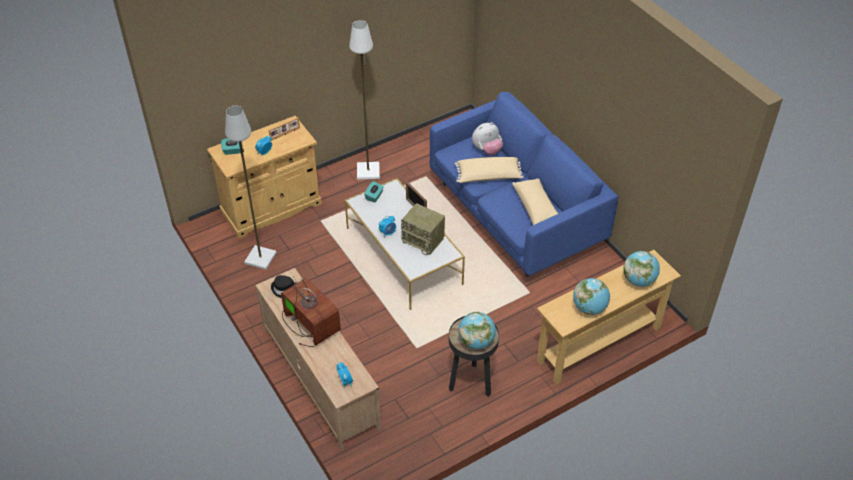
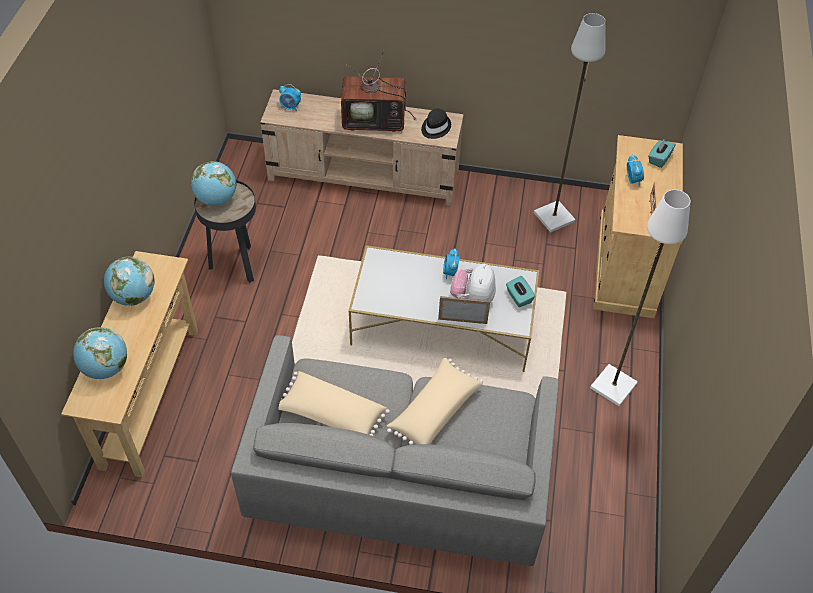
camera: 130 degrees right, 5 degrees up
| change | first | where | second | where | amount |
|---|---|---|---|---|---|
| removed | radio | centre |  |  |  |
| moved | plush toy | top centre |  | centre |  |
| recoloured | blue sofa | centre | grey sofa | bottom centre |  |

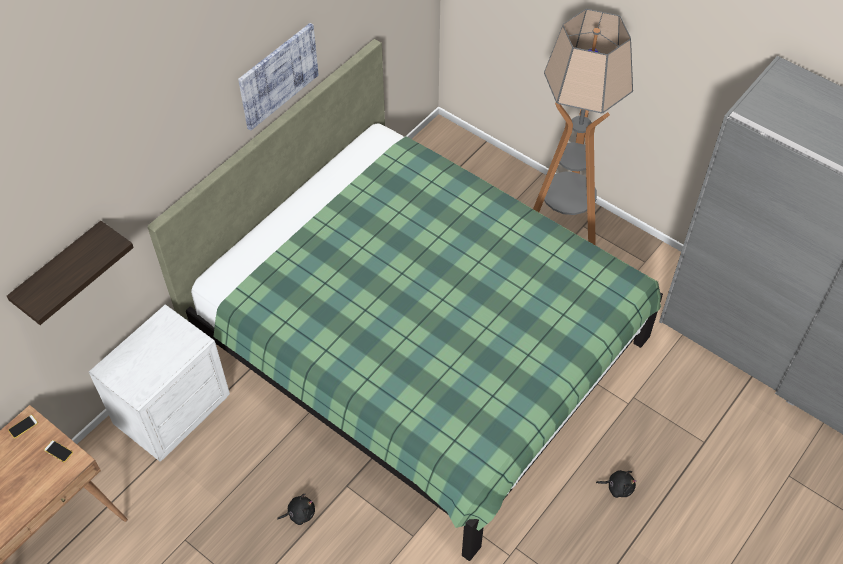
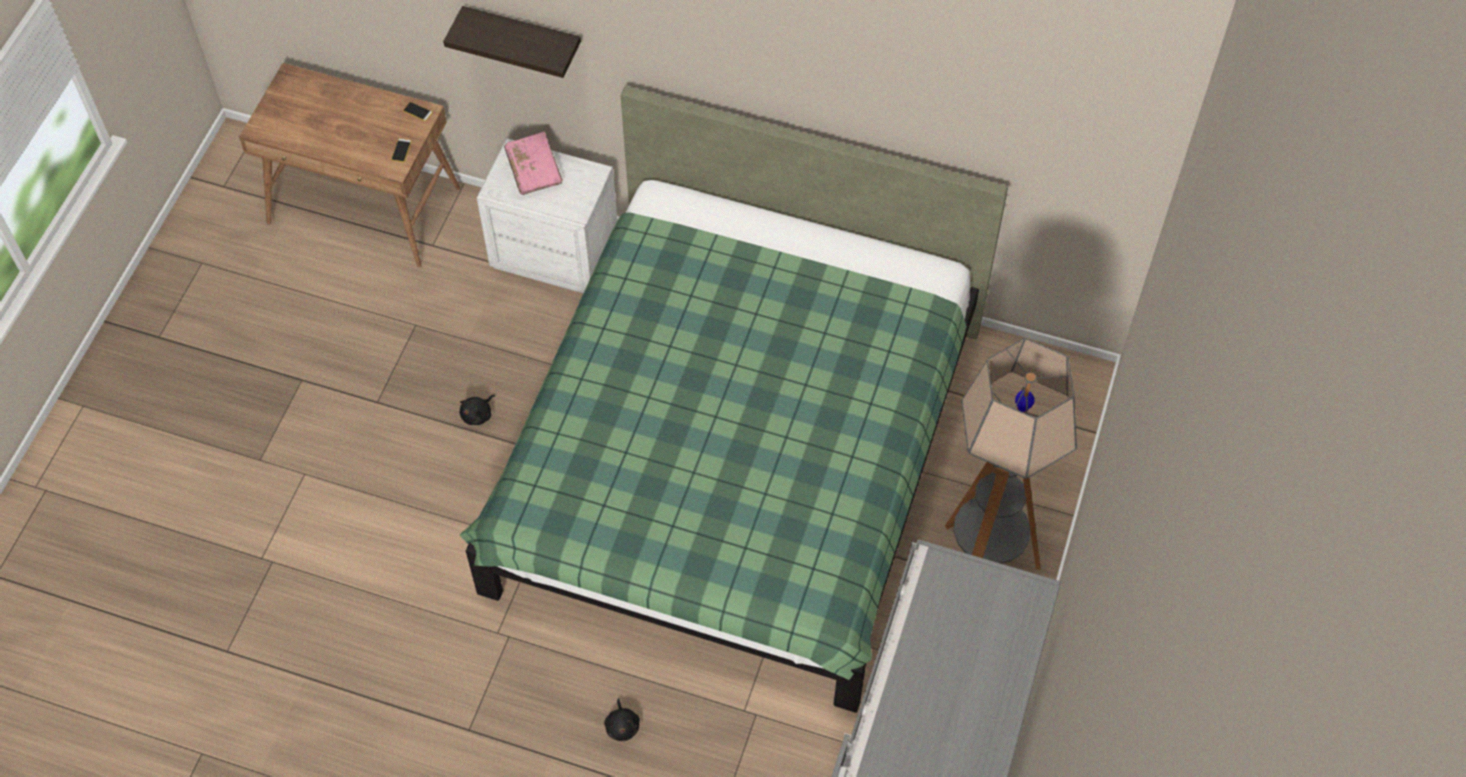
camera: 70 degrees right, 5 degrees up
| change | first | where | second | where | amount |
|---|---|---|---|---|---|
| removed | picture | top left |  |  |  |
| added |  |  | pink book | top centre |  |
| turned | black plush toy (1st from left) | bottom centre |  | middle left | 75 degrees clockwise |

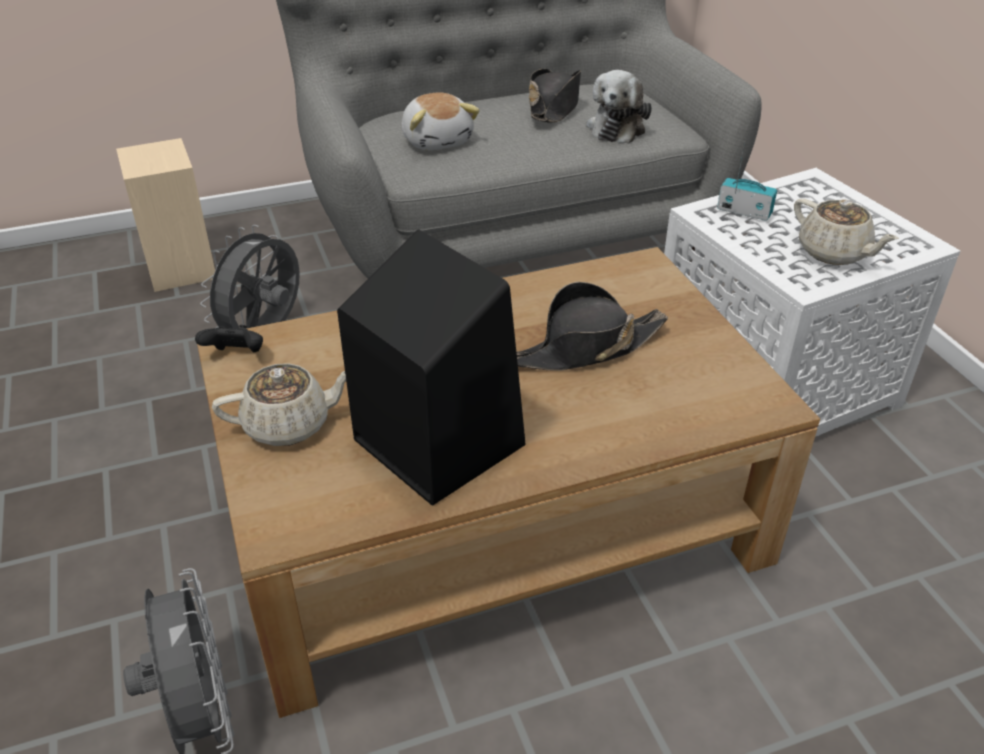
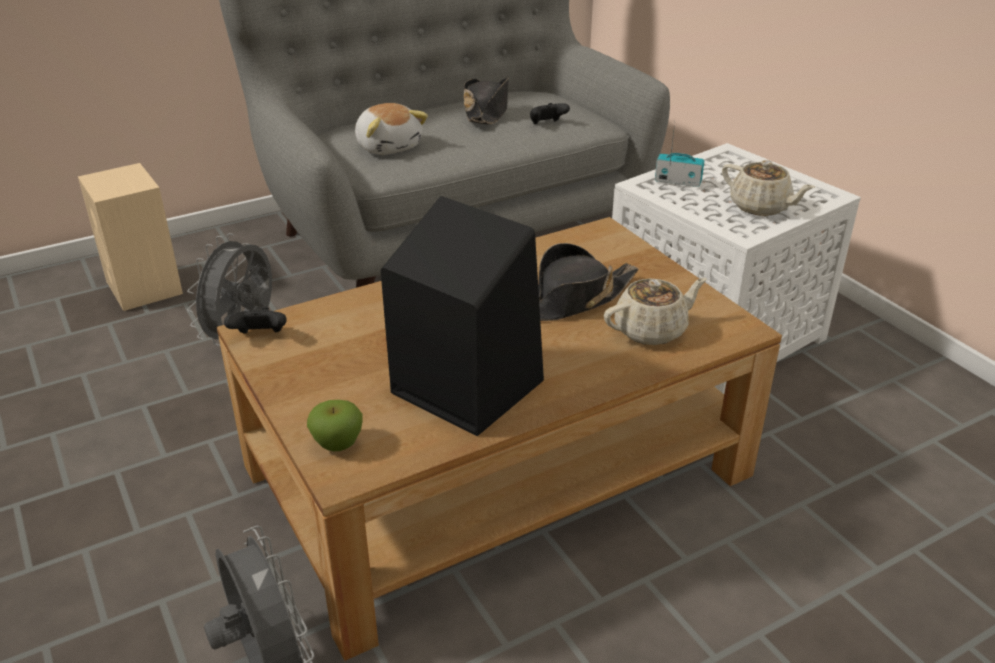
camera: 10 degrees left, 5 degrees down
| change | first | where | second | where | amount |
|---|---|---|---|---|---|
| added |  |  | apple | centre |  |
| moved | beige teapot (1st from left) | middle left |  | centre |  |
| replaced | plush toy (2nd from left) | top centre | black game controller (2nd from left) | top centre |  |

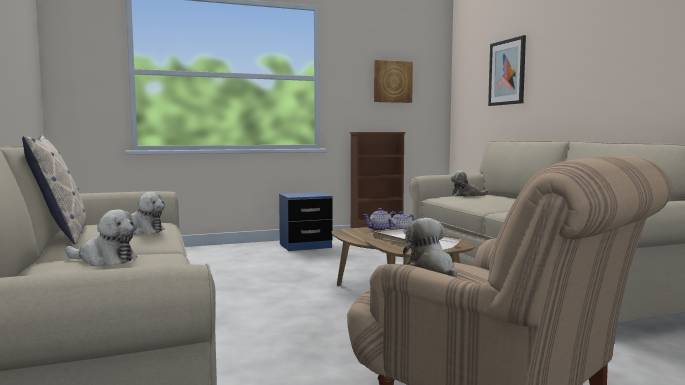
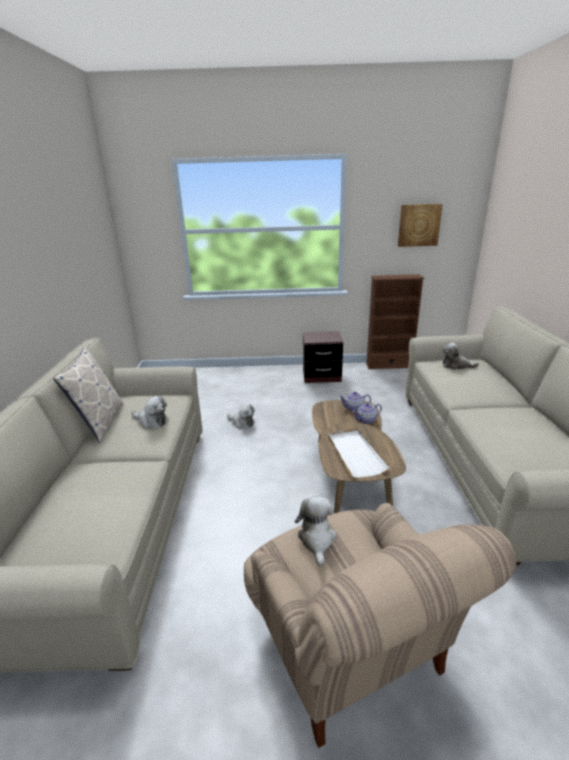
camera: 20 degrees right, 20 degrees up
| change | first | where | second | where | amount |
|---|---|---|---|---|---|
| removed | picture (2nd from left) | top right |  |  |  |
| moved | plush toy (1st from left in the first image) | middle left | plush toy (2nd from left) | centre |  |
| recoloured | blue nightstand | centre | brown nightstand | centre |  |

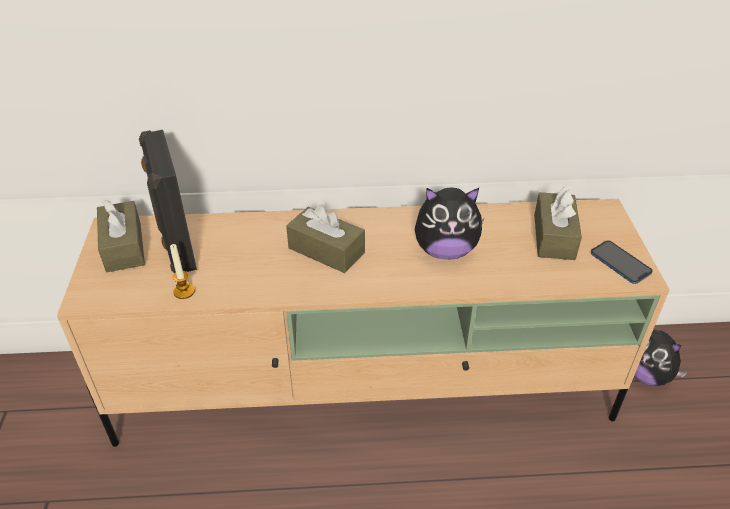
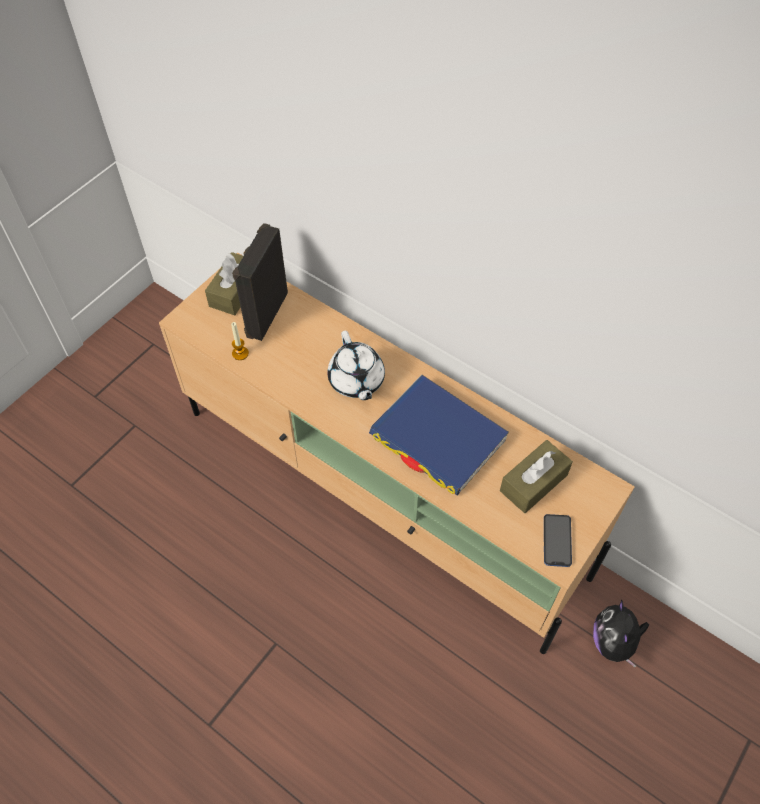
camera: 40 degrees right, 15 degrees up
| change | first | where | second | where | amount |
|---|---|---|---|---|---|
| replaced | brown tissue box (2nd from left) | centre | white teapot | centre |  |
| replaced | plush toy (1st from left) | centre | blue book | centre |  |

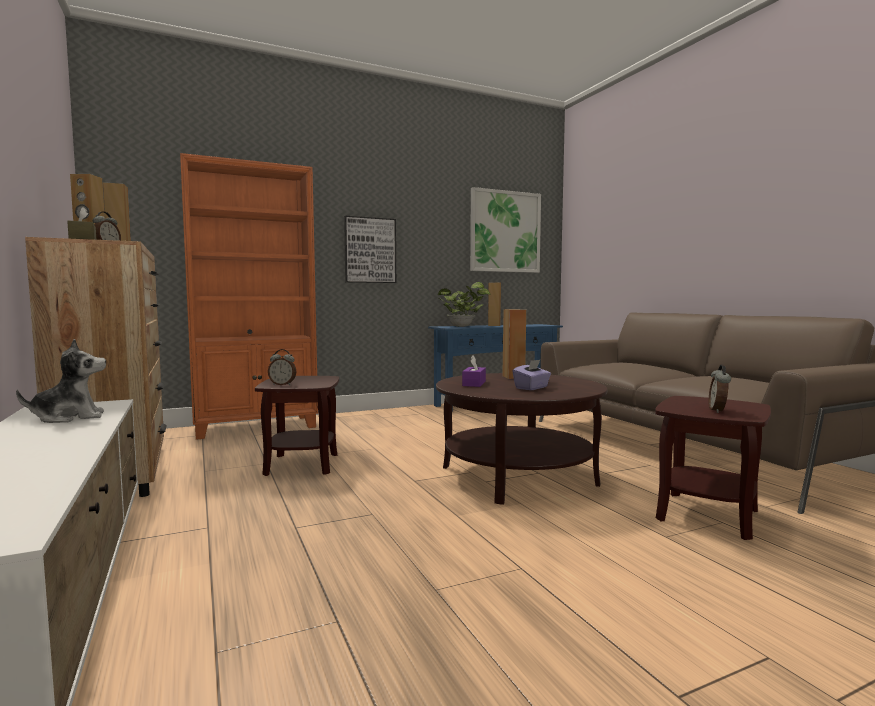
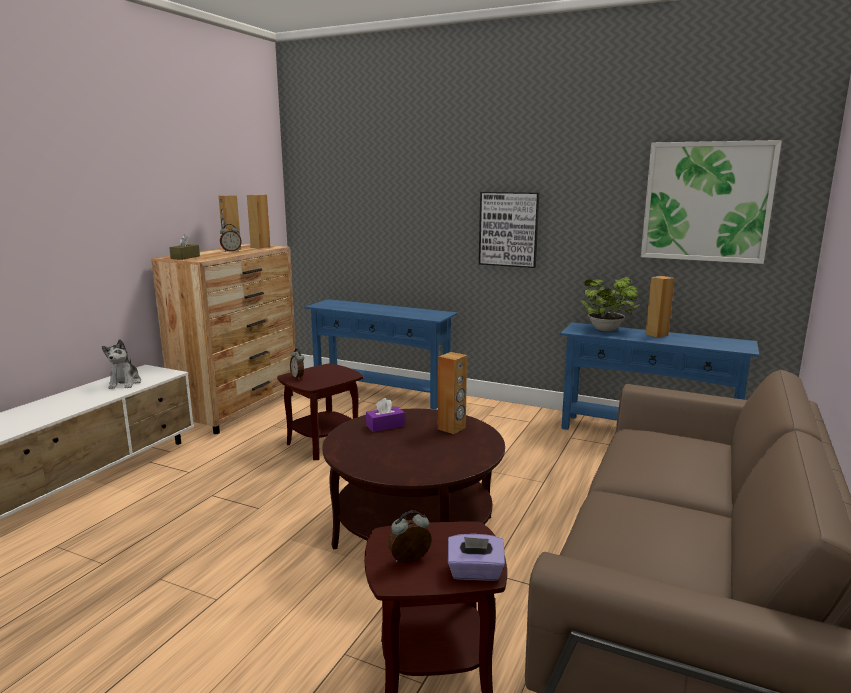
camera: 50 degrees right, 10 degrees up
| change | first | where | second | where | amount |
|---|---|---|---|---|---|
| moved | purple tissue box (2nd from left) | centre |  | bottom centre |  |
| replaced | orange bookcase | middle left | blue console table (1st from left) | centre |  |
| turned | plush toy | middle left |  | middle left | 60 degrees clockwise |

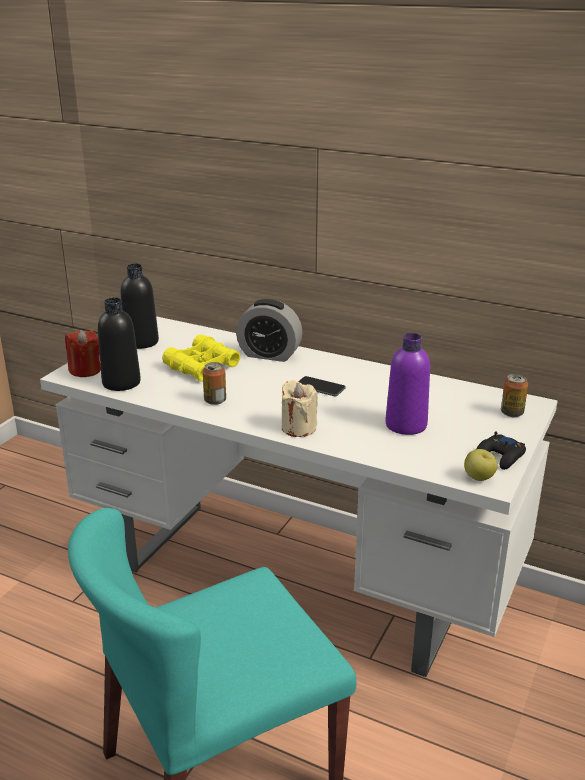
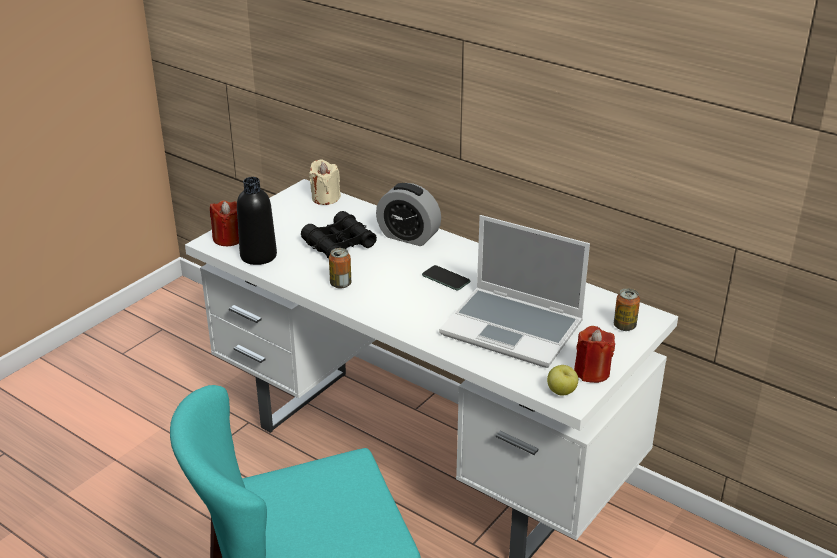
camera: 10 degrees right, 5 degrees up
| change | first | where | second | where | amount |
|---|---|---|---|---|---|
| removed | black bottle (2nd from left) | middle left |  |  |  |
| moved | beige candle | centre |  | top centre |  |
| replaced | purple bottle | middle right | laptop | centre |  |
| replaced | black game controller | middle right | red candle (2nd from left) | middle right |  |
| recoloured | yellow binoculars | centre | black binoculars | centre |  |

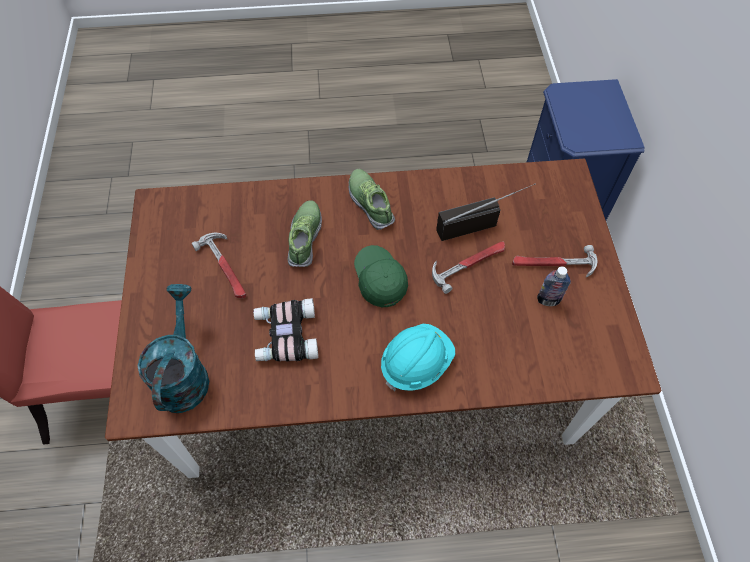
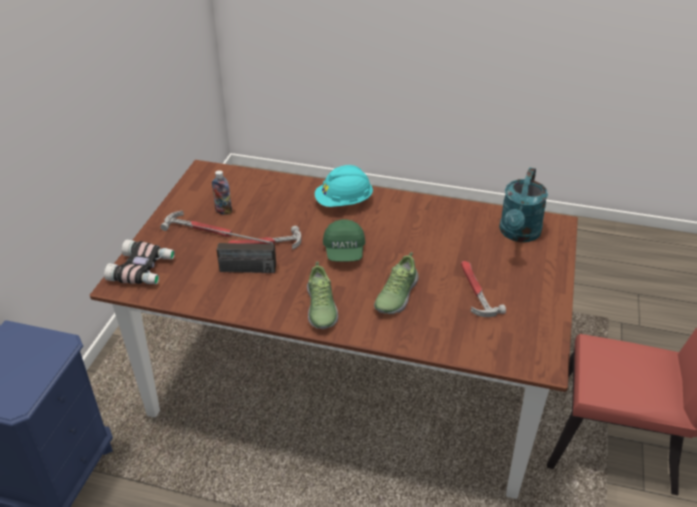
camera: 160 degrees left, 20 degrees down
| change | first | where | second | where | amount |
|---|---|---|---|---|---|
| moved | binoculars | centre |  | middle left |  |

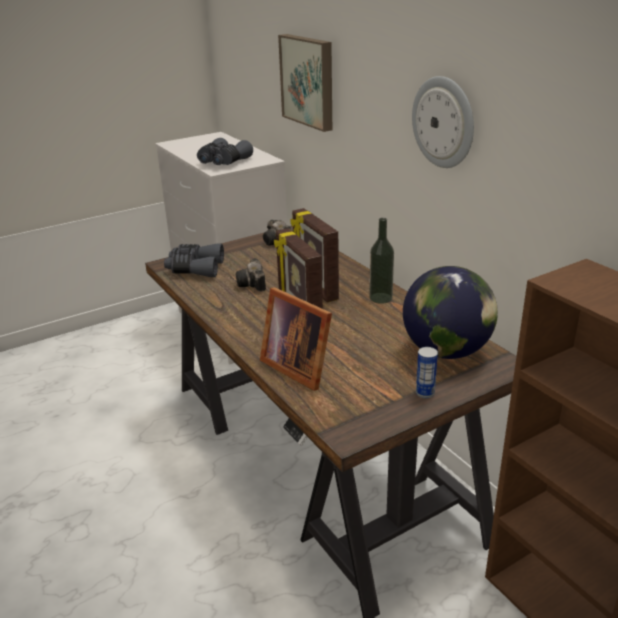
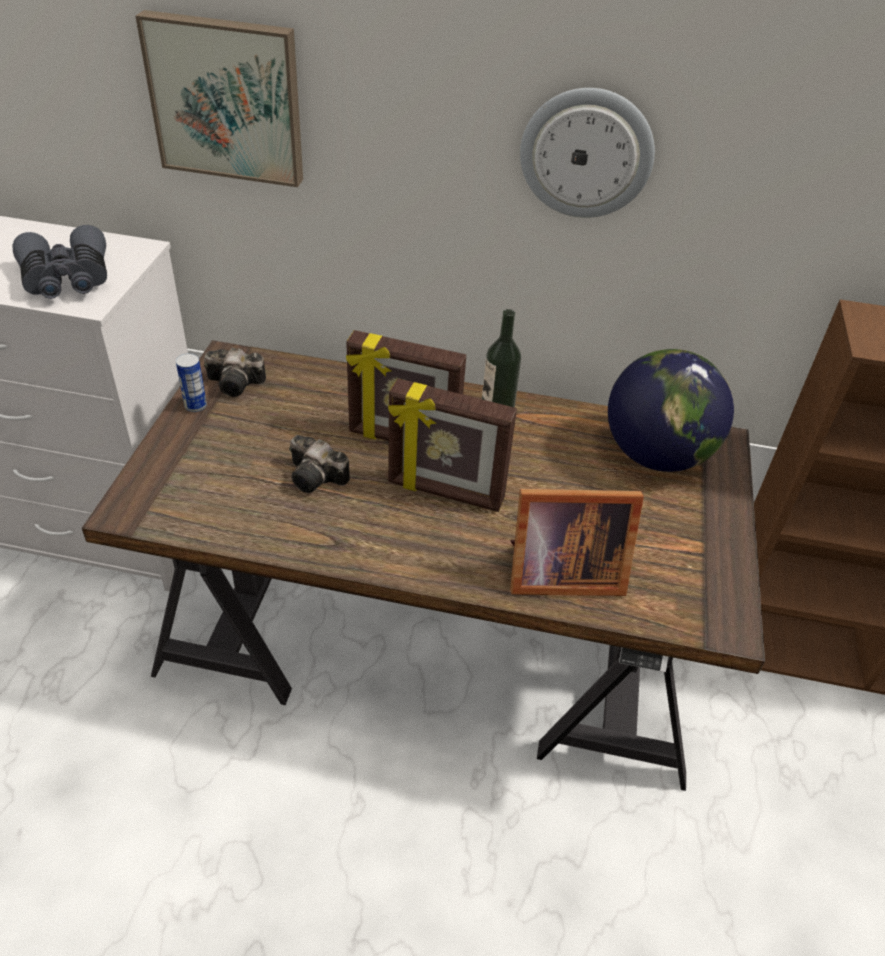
camera: 50 degrees left, 15 degrees up
| change | first | where | second | where | amount |
|---|---|---|---|---|---|
| removed | grey binoculars (1st from left) | middle left |  |  |  |
| moved | can | middle right |  | middle left |  |

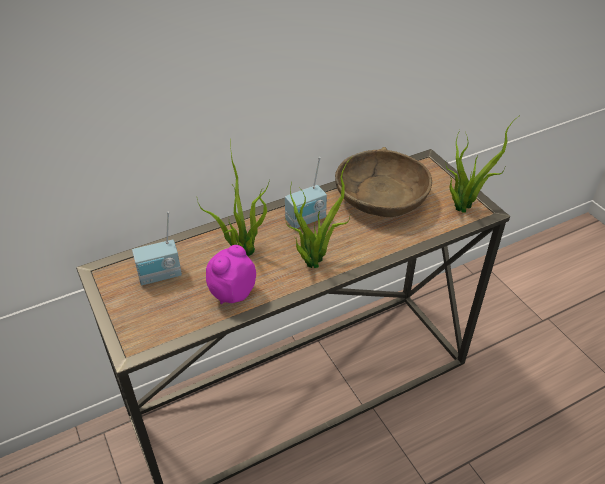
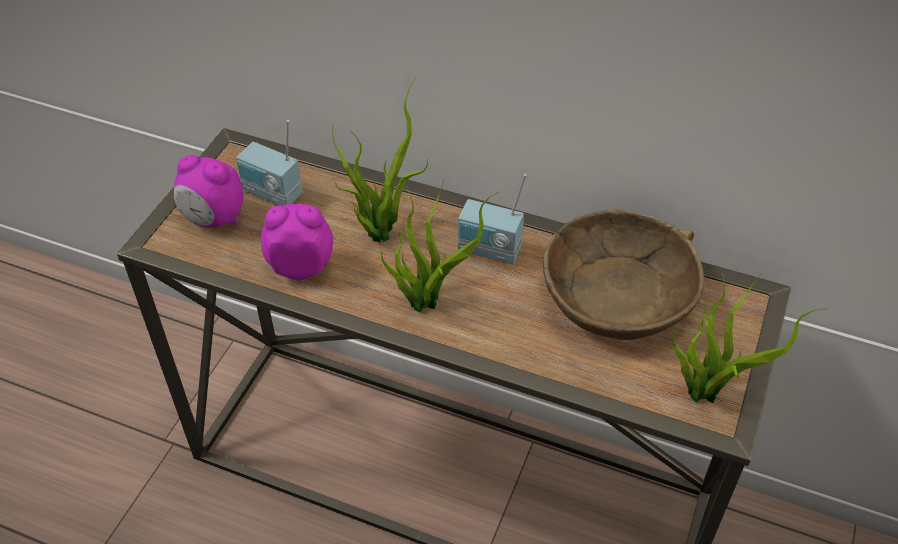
camera: 50 degrees right, 5 degrees up
| change | first | where | second | where | amount |
|---|---|---|---|---|---|
| added |  |  | alarm clock (1st from left) | middle left |  |

